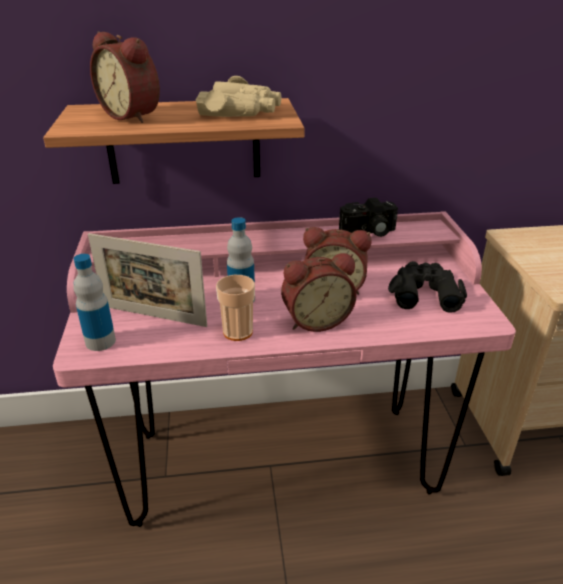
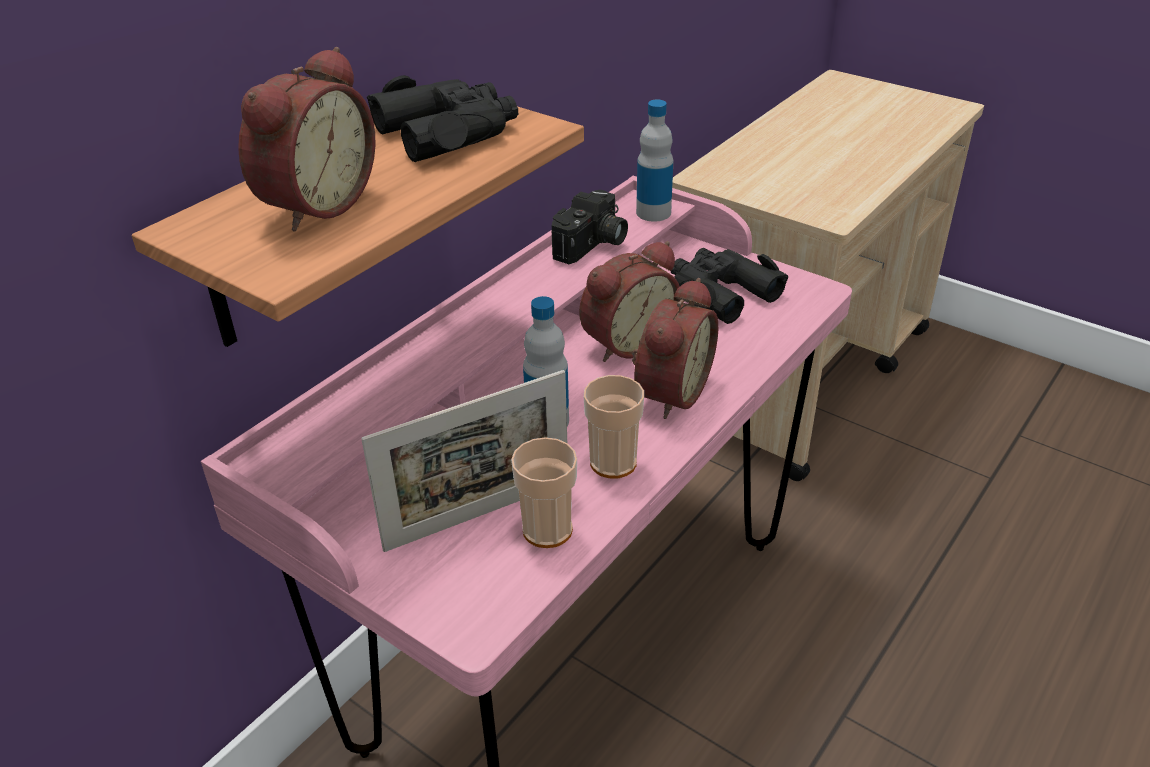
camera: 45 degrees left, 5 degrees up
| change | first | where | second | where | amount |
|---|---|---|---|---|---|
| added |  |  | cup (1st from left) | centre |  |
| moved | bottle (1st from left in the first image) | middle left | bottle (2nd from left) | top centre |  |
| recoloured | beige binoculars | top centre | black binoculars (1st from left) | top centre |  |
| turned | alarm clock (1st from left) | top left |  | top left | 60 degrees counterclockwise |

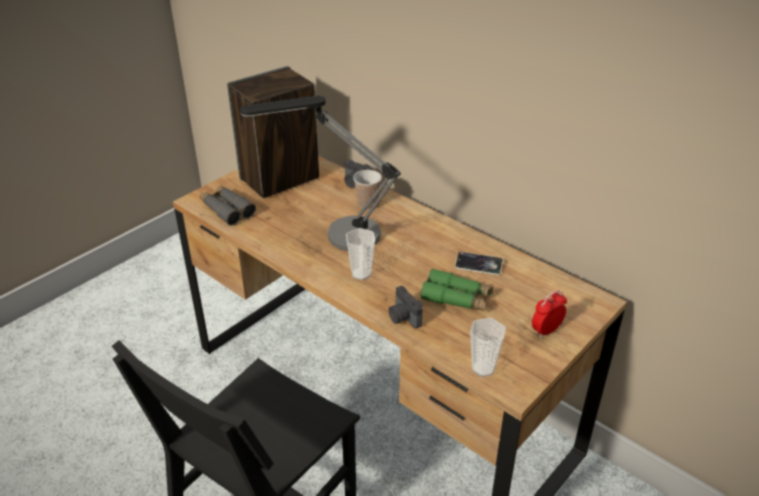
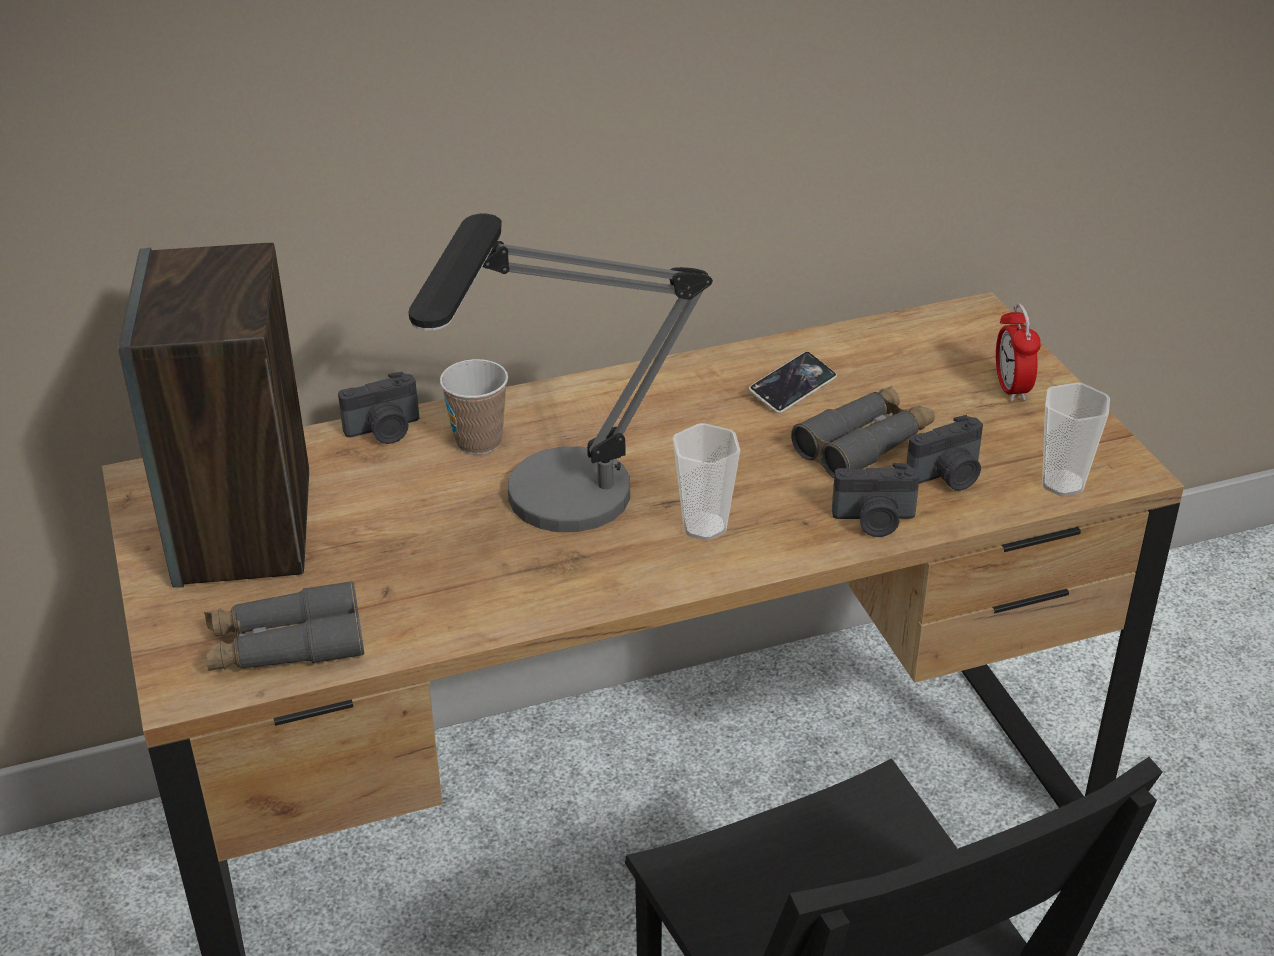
camera: 60 degrees left, 0 degrees up
| change | first | where | second | where | amount |
|---|---|---|---|---|---|
| added |  |  | photo camera (3rd from left) | middle right |  |
| recoloured | green binoculars | centre | grey binoculars (2nd from left) | middle right |  |

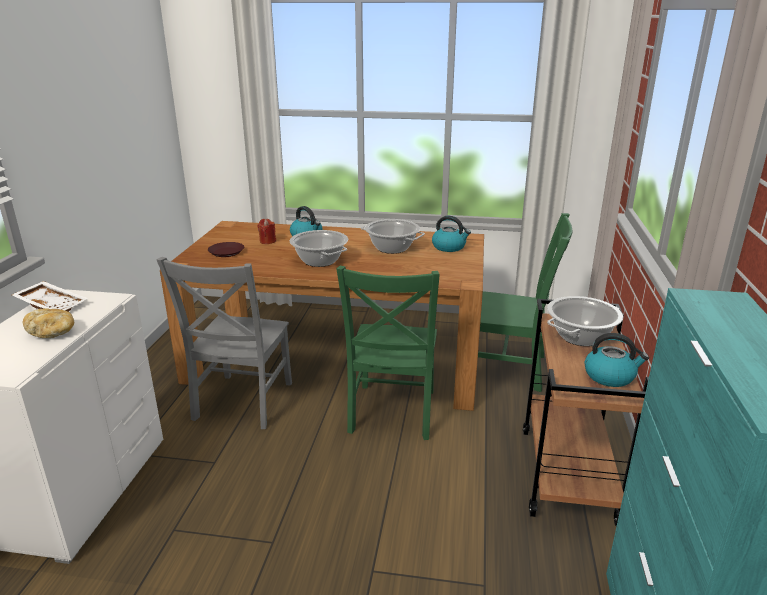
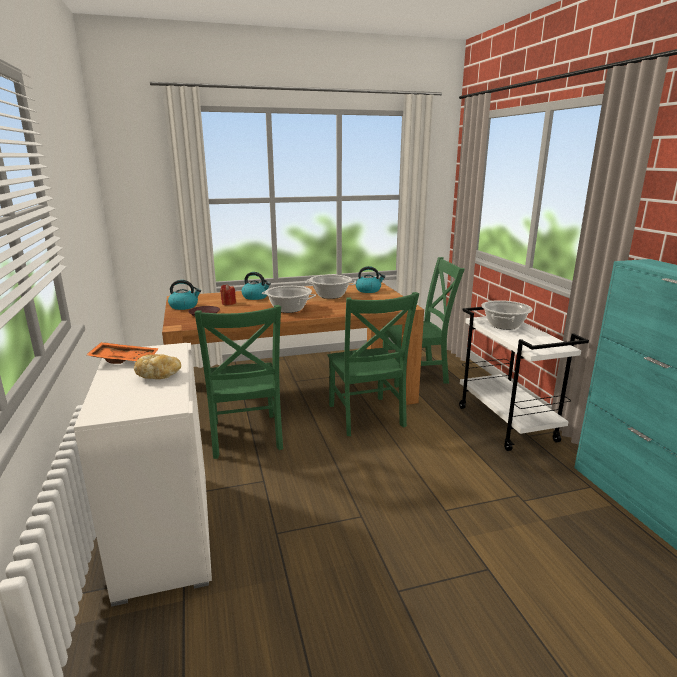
camera: 25 degrees left, 5 degrees down
| change | first | where | second | where | amount |
|---|---|---|---|---|---|
| moved | kettle (3rd from left in the first image) | middle right | kettle (1st from left) | middle left |  |
| recoloured | white tray | middle left | orange tray | middle left |  |
| recoloured | grey chair | middle left | green chair (1st from left) | centre |  |
| recoloured | brown cart | bottom right | white cart | middle right |  |

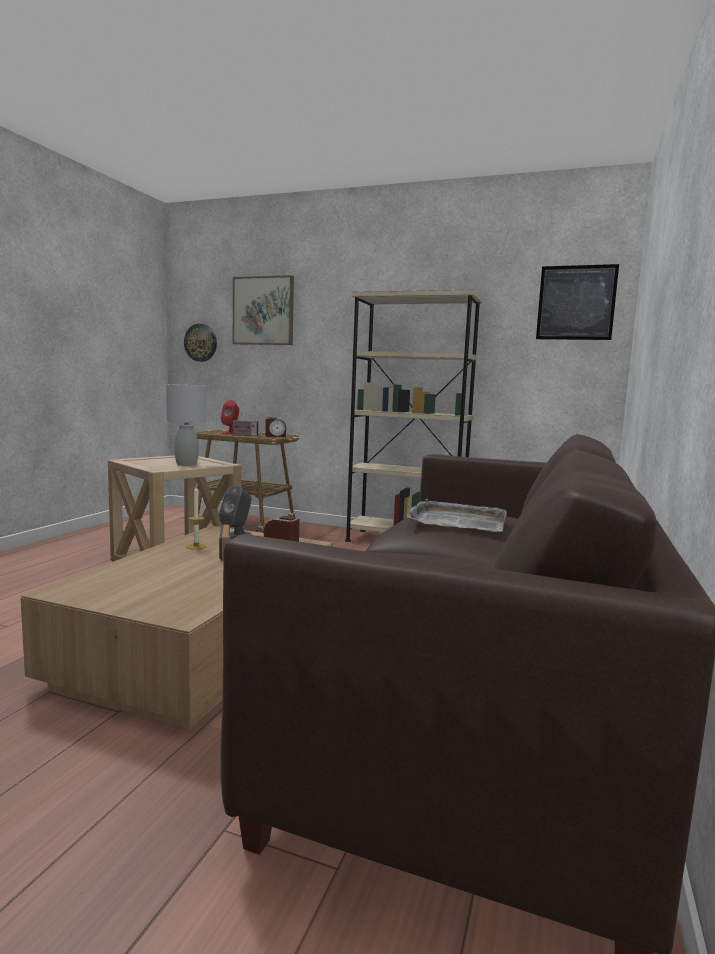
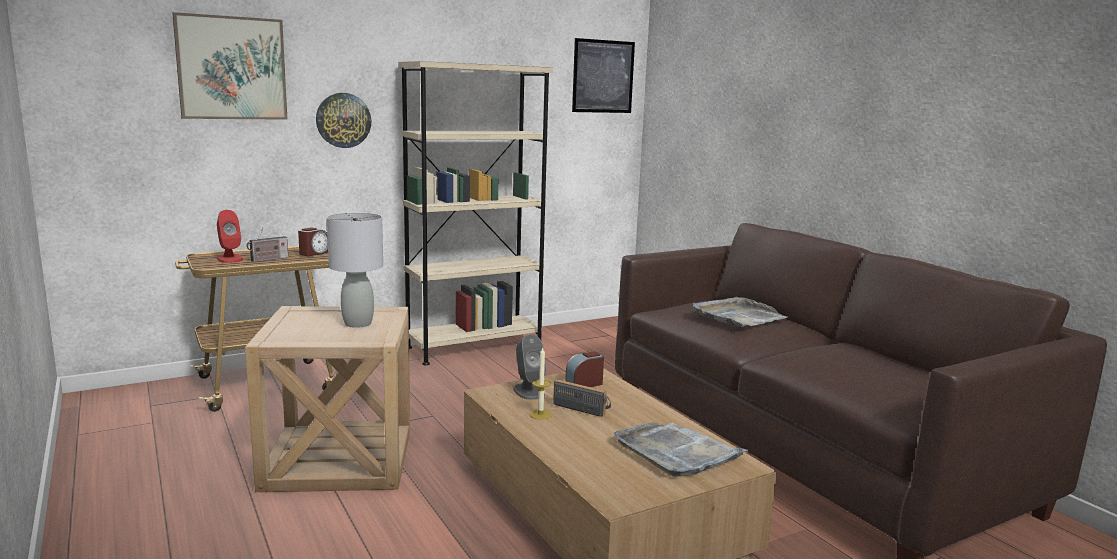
camera: 50 degrees left, 5 degrees up
| change | first | where | second | where | amount |
|---|---|---|---|---|---|
| added |  |  | grey tray (1st from left) | bottom centre |  |
| moved | wall clock | middle left |  | top left |  |

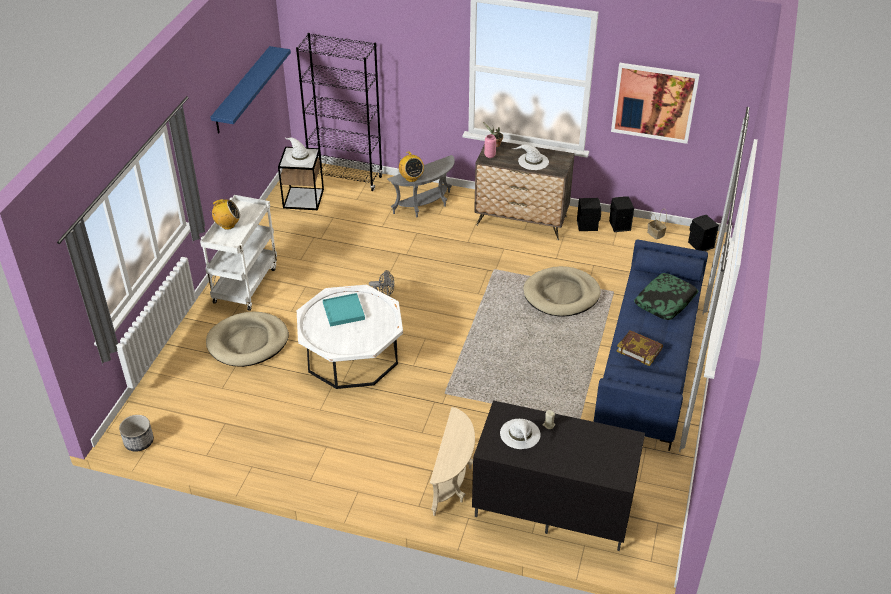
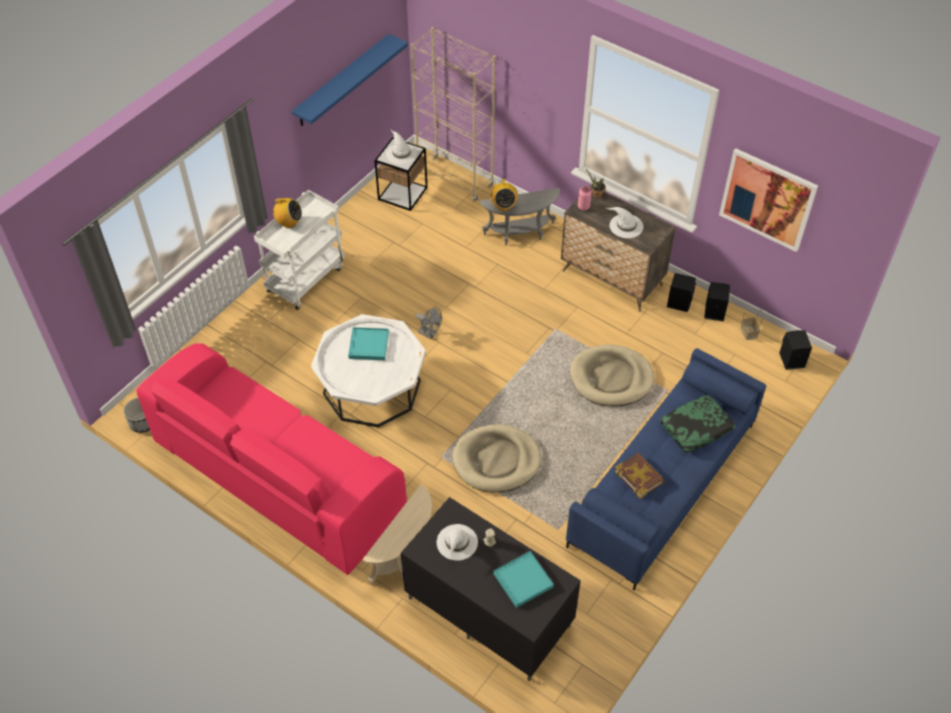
camera: 20 degrees right, 10 degrees up
| change | first | where | second | where | amount |
|---|---|---|---|---|---|
| added |  |  | pink sofa | middle left |  |
| added |  |  | turquoise tray (2nd from left) | bottom centre |  |
| moved | beige dog bed (1st from left) | middle left |  | centre |  |
| recoloured | black bookcase | top centre | beige bookcase | top centre |  |

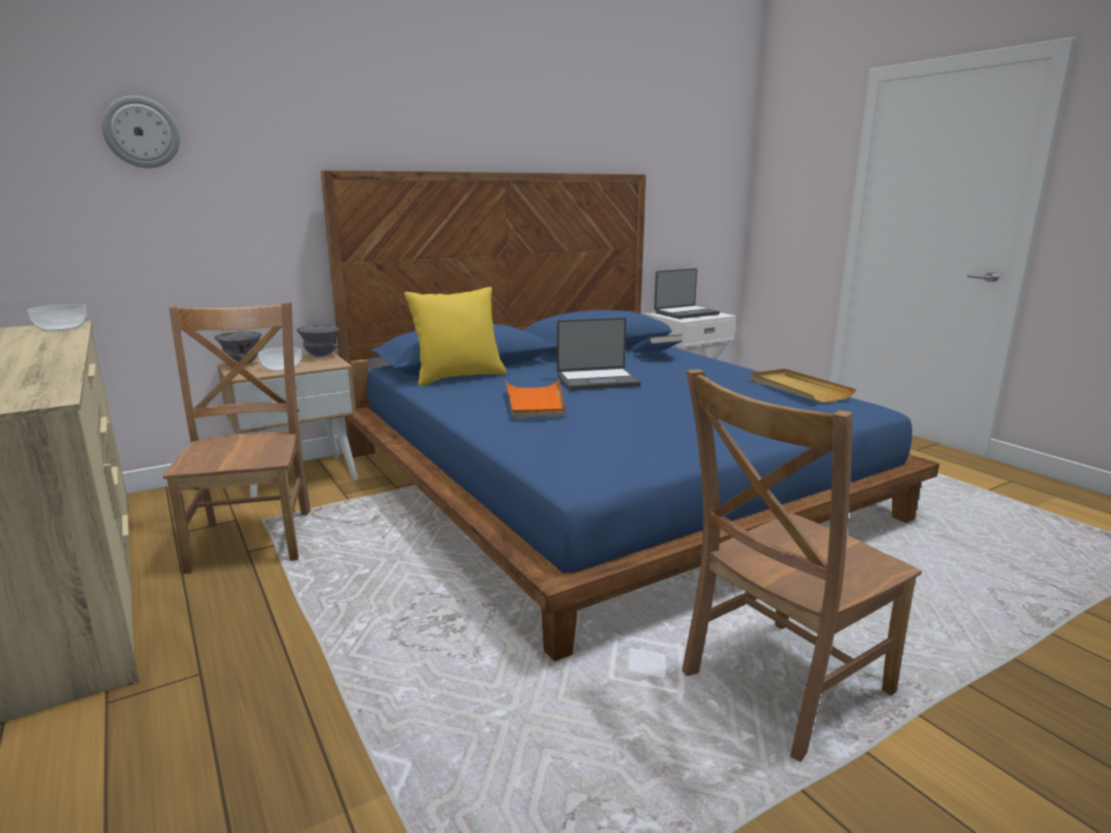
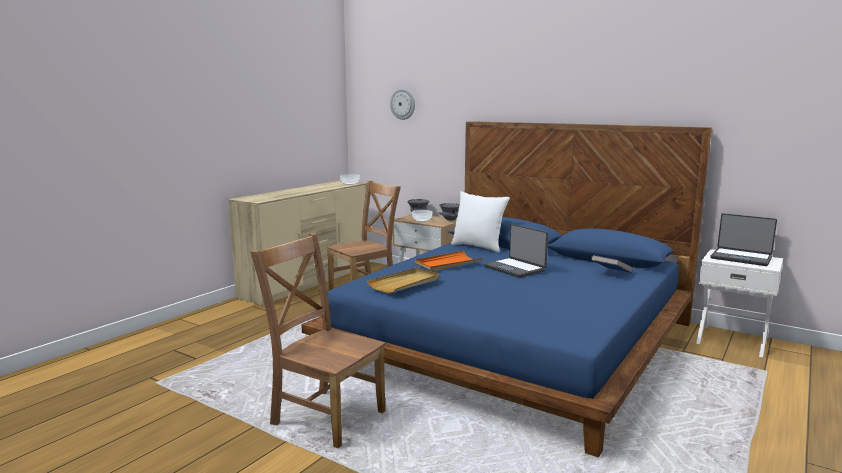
camera: 65 degrees right, 5 degrees down
| change | first | where | second | where | amount |
|---|---|---|---|---|---|
| moved | beige tray | middle right |  | centre |  |
| recoloured | yellow pillow | centre | white pillow | centre |  |

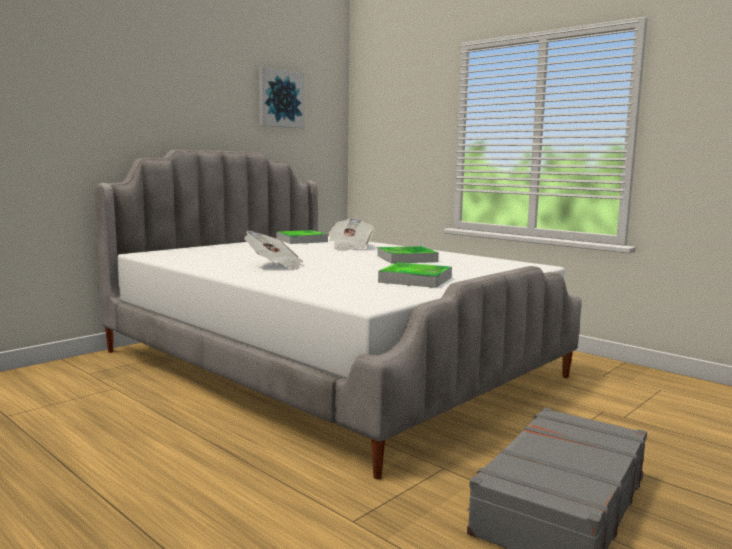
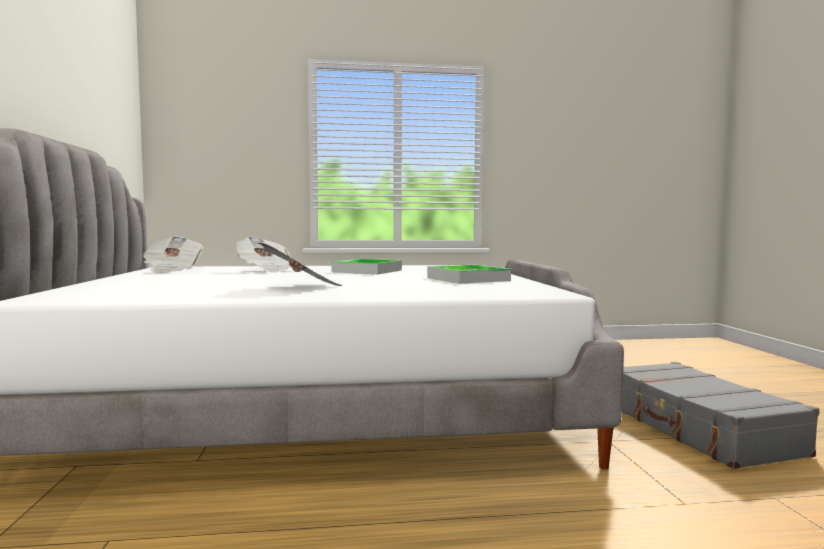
camera: 50 degrees left, 5 degrees down
| change | first | where | second | where | amount |
|---|---|---|---|---|---|
| removed | picture | top centre |  |  |  |
| replaced | tray (1st from left) | centre | newspaper (1st from left) | middle left |  |

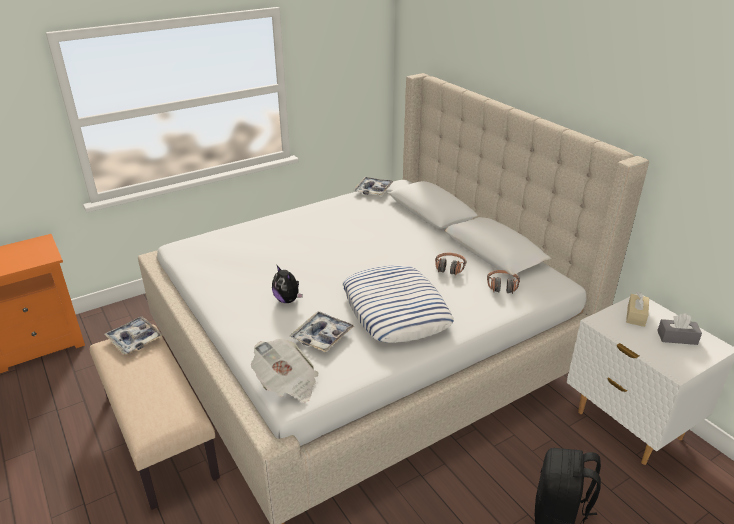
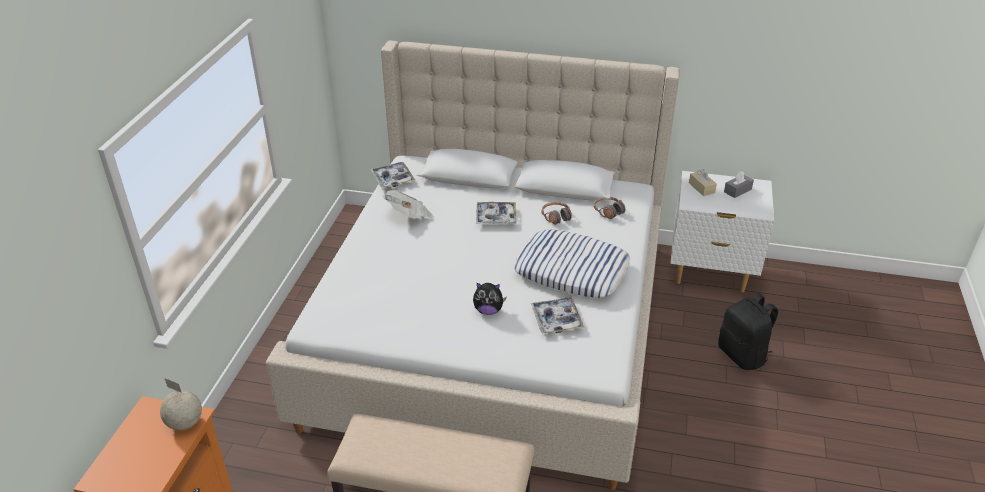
camera: 45 degrees left, 5 degrees up
| change | first | where | second | where | amount |
|---|---|---|---|---|---|
| added |  |  | globe | bottom left |  |
| moved | tray (1st from left in the first image) | middle left | tray (2nd from left) | centre |  |
| moved | newspaper | bottom centre |  | centre |  |

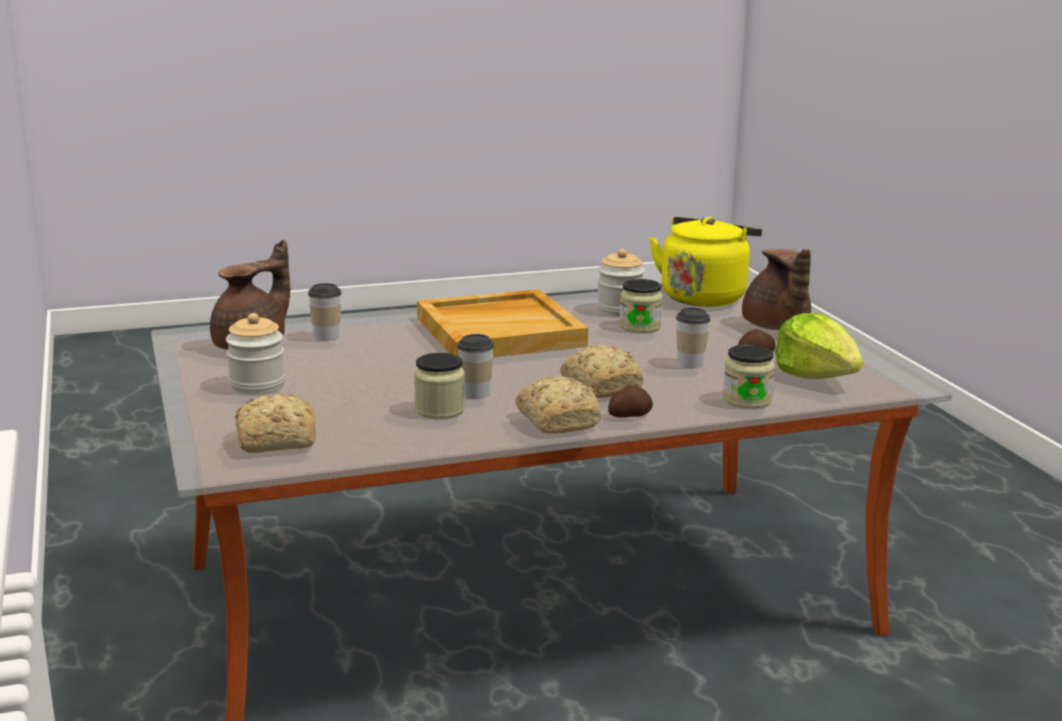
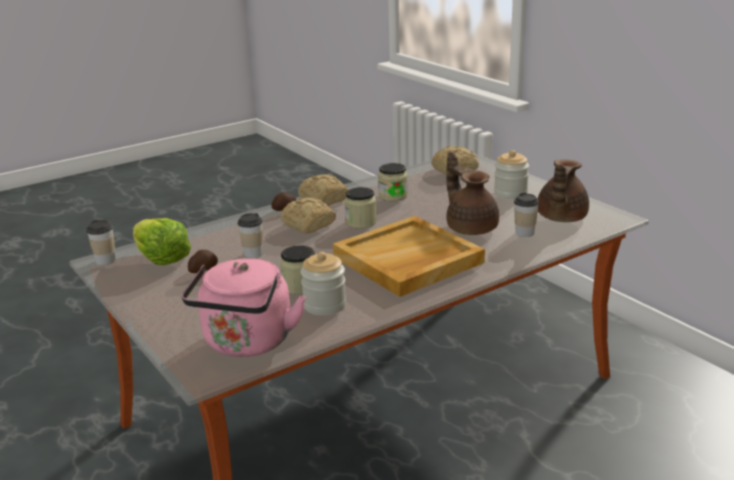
camera: 165 degrees right, 5 degrees up
| change | first | where | second | where | amount |
|---|---|---|---|---|---|
| moved | cup (2nd from left in the first image) | centre | cup (1st from left) | middle left |  |
| moved | jar (5th from left in the first image) | middle right | jar (3rd from left) | centre |  |
| moved | brown teapot (2nd from left in the first image) | middle right | brown teapot (1st from left) | centre |  |
| recoloured | yellow kettle | centre | pink kettle | middle left |  |

